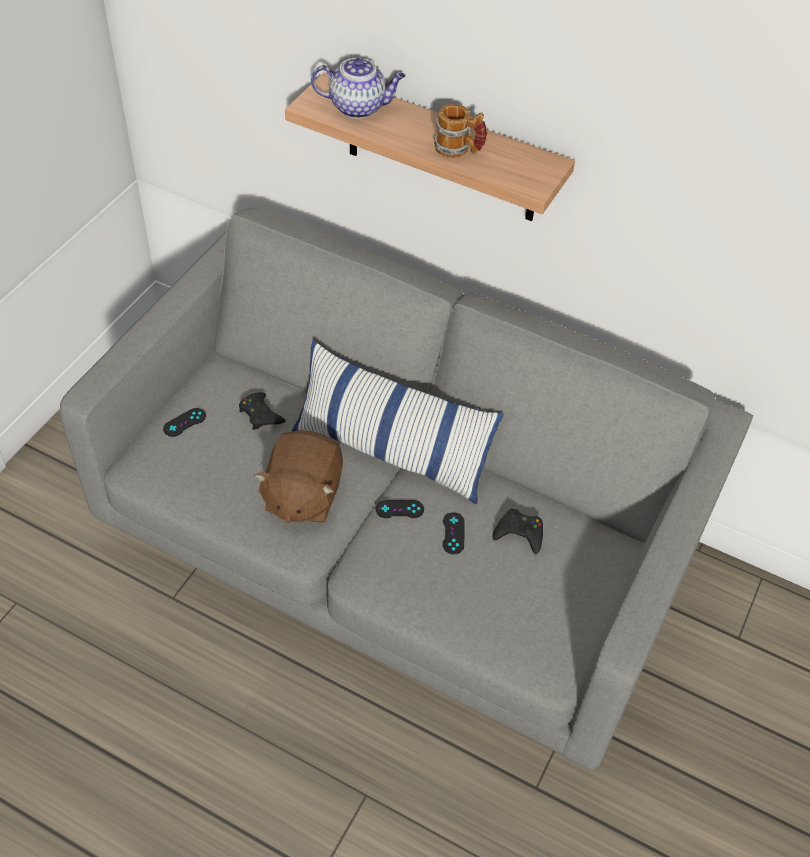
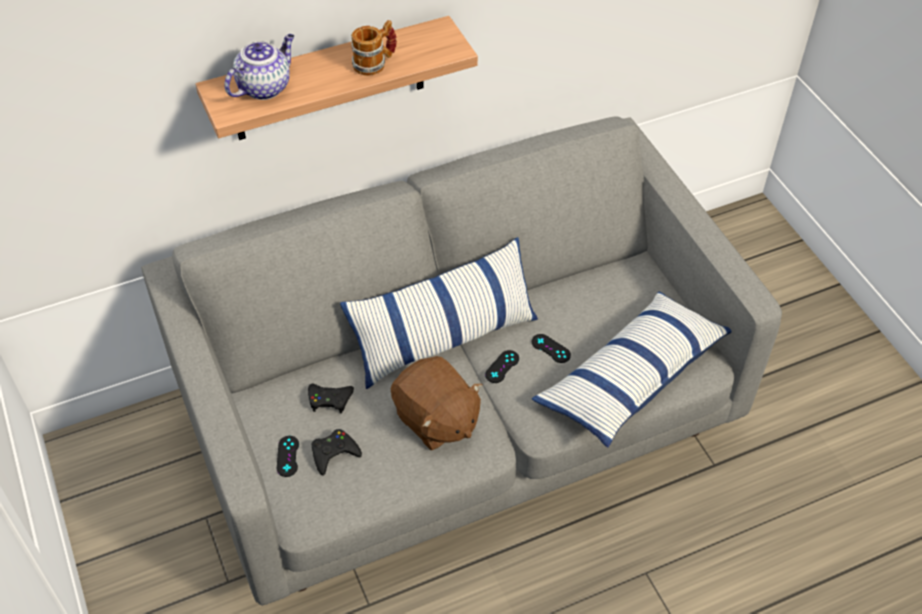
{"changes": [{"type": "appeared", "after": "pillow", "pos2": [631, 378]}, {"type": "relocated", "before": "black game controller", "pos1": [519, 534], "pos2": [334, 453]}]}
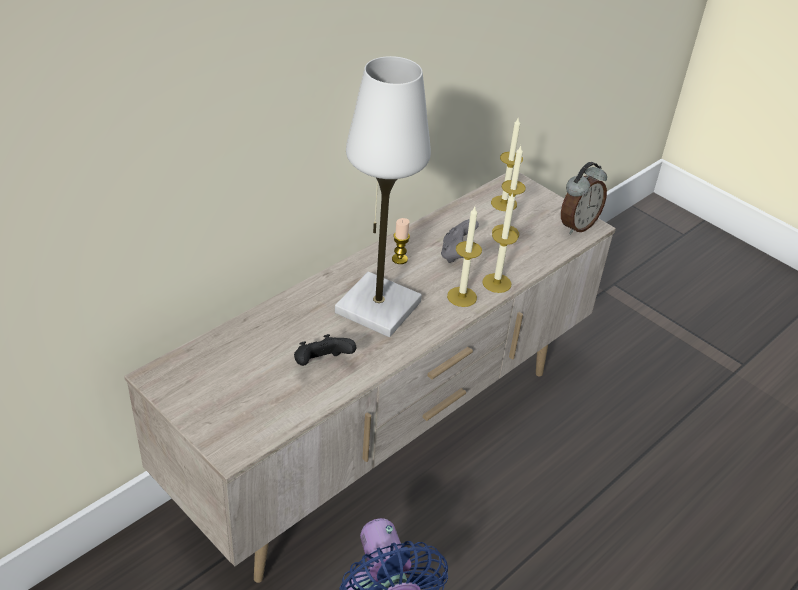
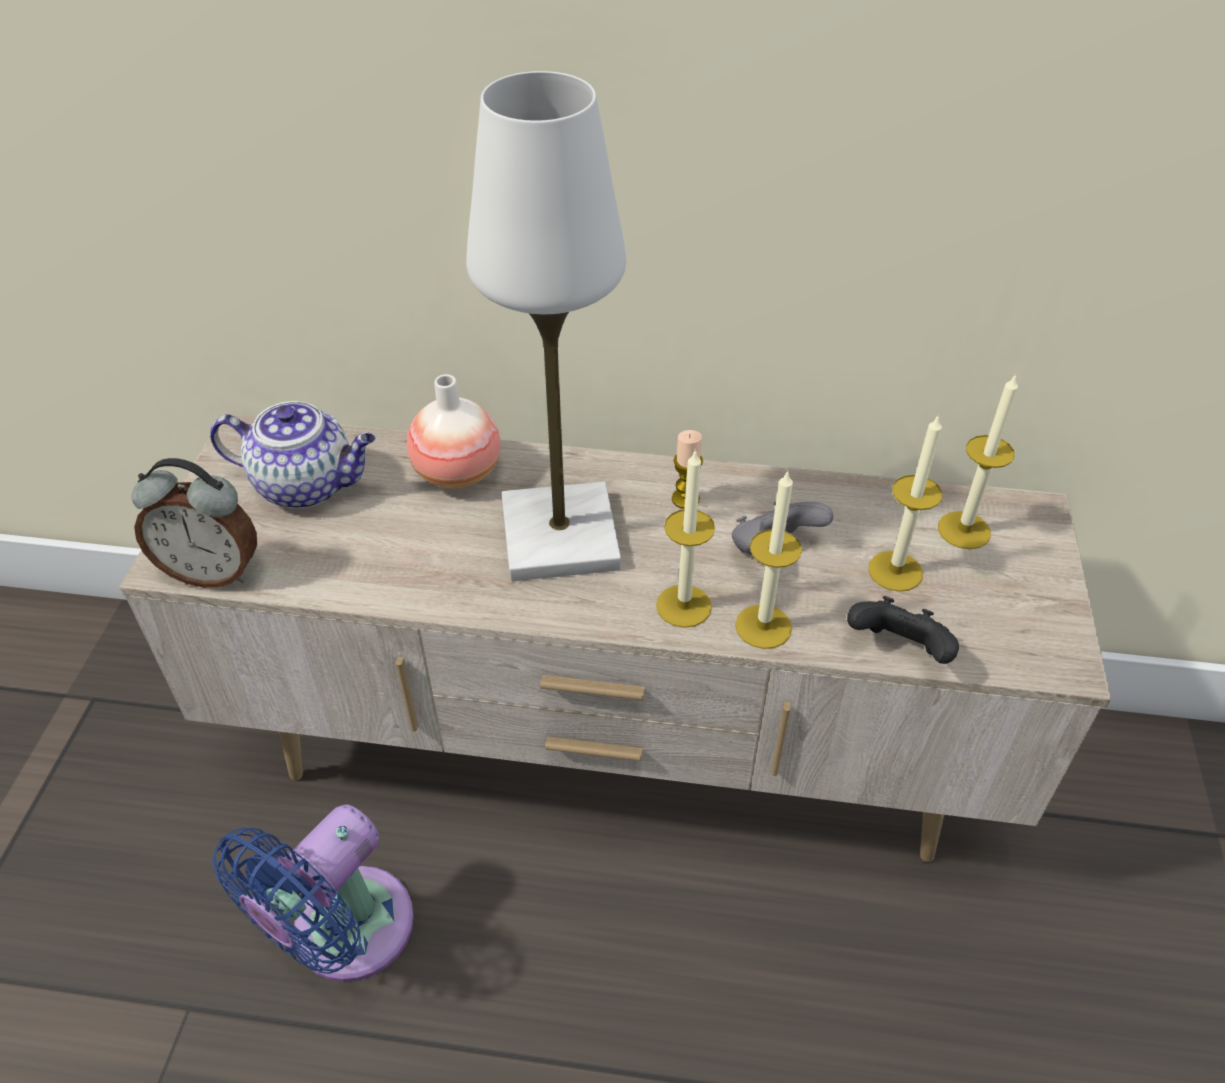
{"changes": [{"type": "appeared", "after": "teapot", "pos2": [308, 485]}, {"type": "appeared", "after": "vase", "pos2": [457, 473]}, {"type": "relocated", "before": "black game controller", "pos1": [322, 364], "pos2": [898, 650]}, {"type": "relocated", "before": "alarm clock", "pos1": [577, 225], "pos2": [213, 571]}]}
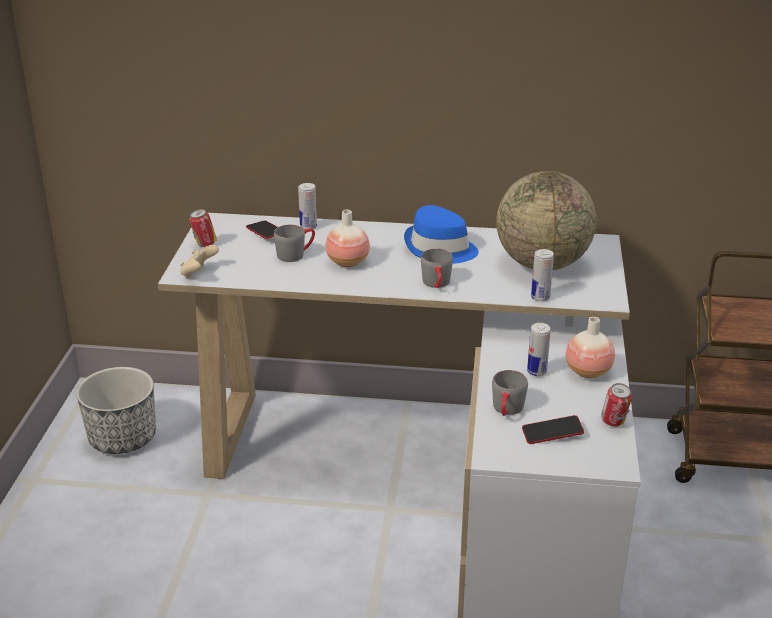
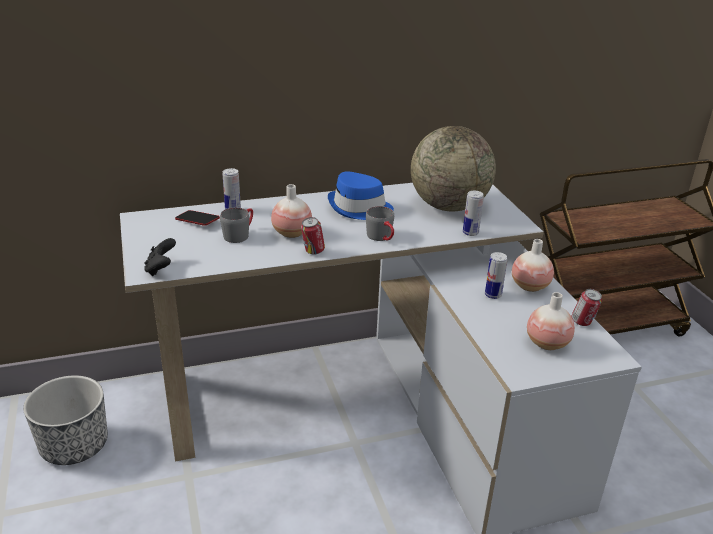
{"changes": [{"type": "missing", "before": "grey mug", "pos1": [507, 410]}, {"type": "relocated", "before": "can", "pos1": [204, 245], "pos2": [313, 252]}, {"type": "exchanged", "before": "phone", "after": "vase", "pos1": [552, 433], "pos2": [547, 343]}, {"type": "colour", "before": "beige game controller", "after": "black game controller", "pos1": [199, 274], "pos2": [161, 269]}]}
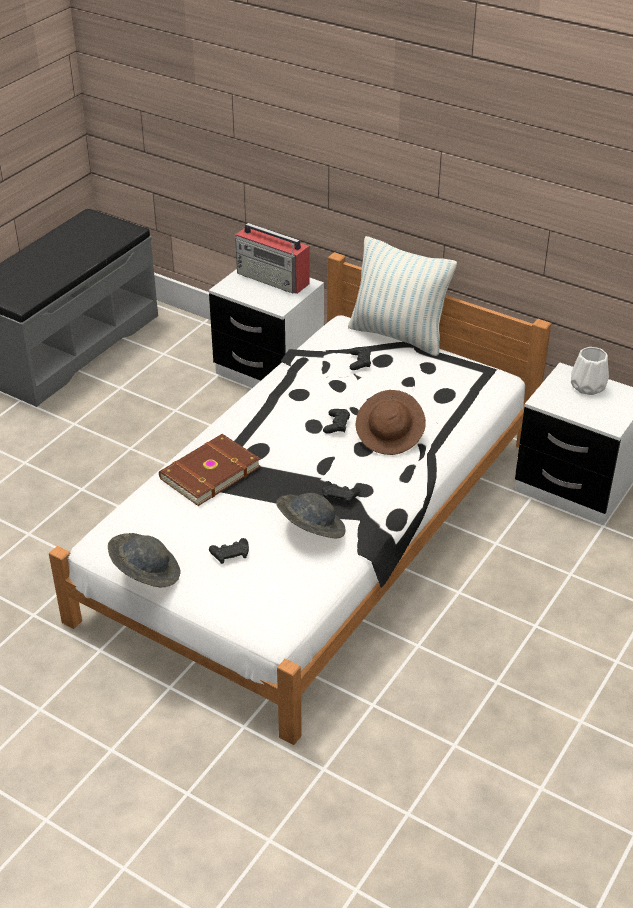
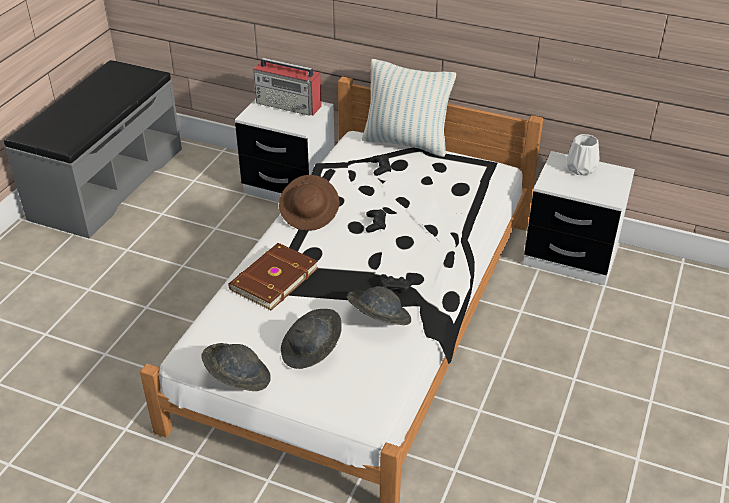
{"changes": [{"type": "relocated", "before": "brown hat", "pos1": [390, 436], "pos2": [310, 214]}, {"type": "exchanged", "before": "black game controller", "after": "grey hat", "pos1": [230, 554], "pos2": [311, 351]}]}
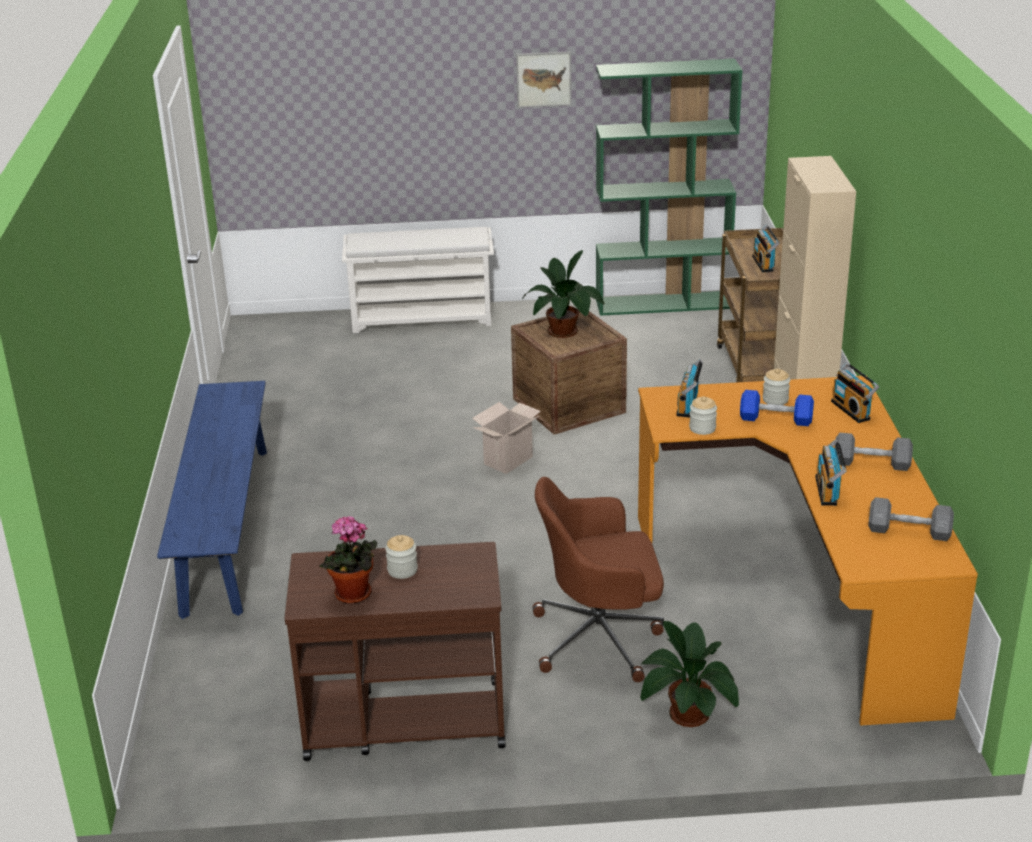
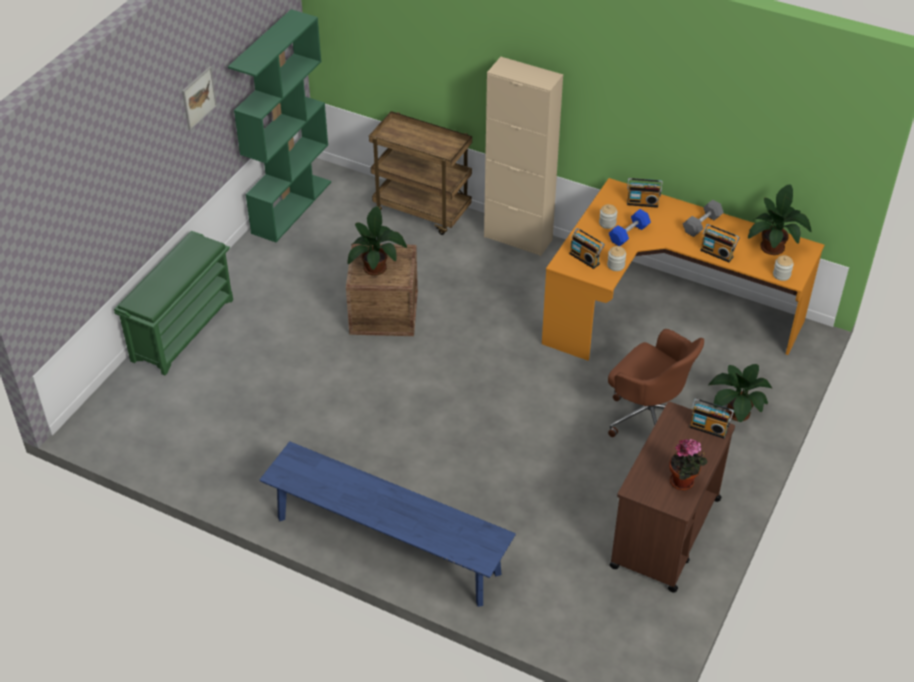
{"changes": [{"type": "missing", "before": "cardboard box", "pos1": [508, 459]}, {"type": "relocated", "before": "jar", "pos1": [402, 570], "pos2": [781, 275]}, {"type": "relocated", "before": "radio", "pos1": [764, 264], "pos2": [708, 428]}, {"type": "exchanged", "before": "grey dumbbell", "after": "potted plant", "pos1": [909, 531], "pos2": [774, 246]}, {"type": "colour", "before": "white shoe rack", "after": "green shoe rack", "pos1": [423, 318], "pos2": [183, 329]}, {"type": "spun", "before": "brown office chair", "pos1": [600, 638], "pos2": [648, 416], "turn": -75}]}
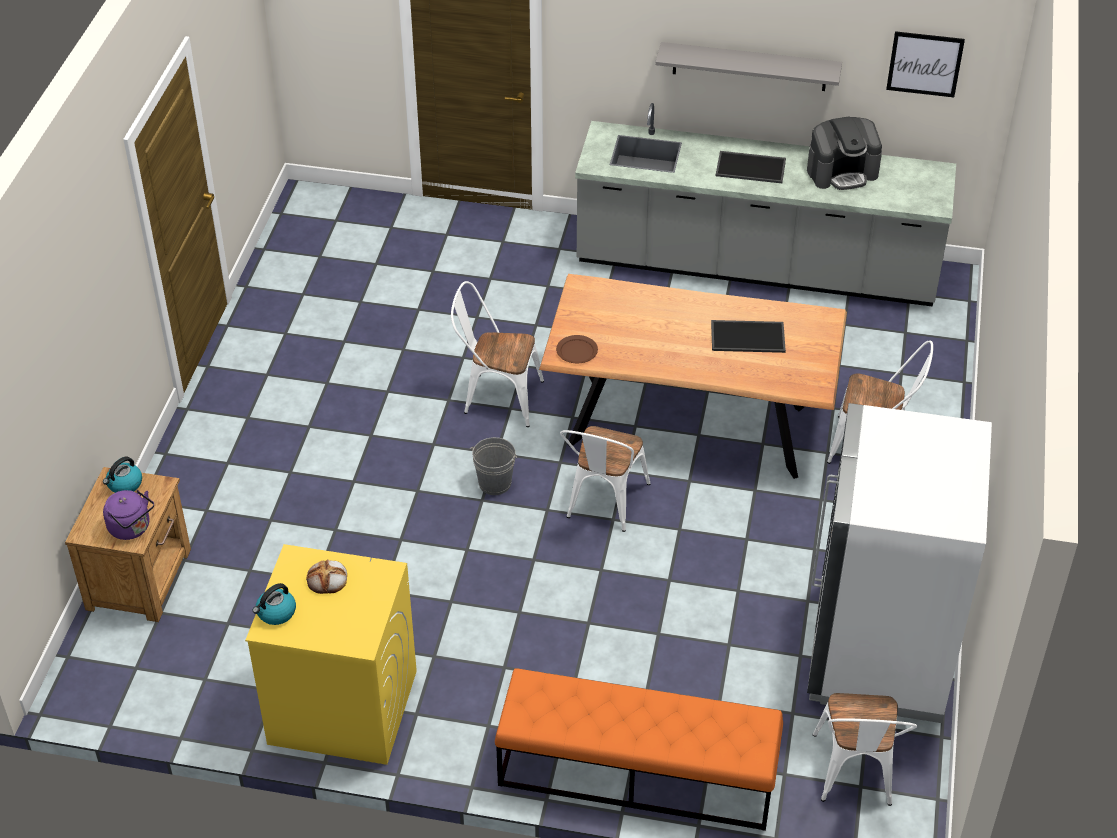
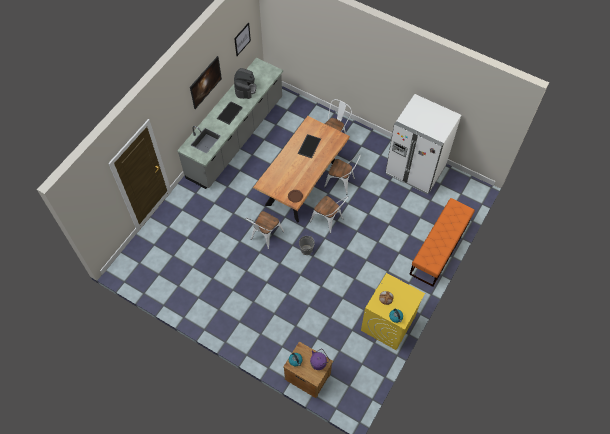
{"changes": [{"type": "relocated", "before": "white chair", "pos1": [854, 776], "pos2": [342, 183]}, {"type": "exchanged", "before": "grey shelf", "after": "picture", "pos1": [749, 66], "pos2": [206, 88]}]}
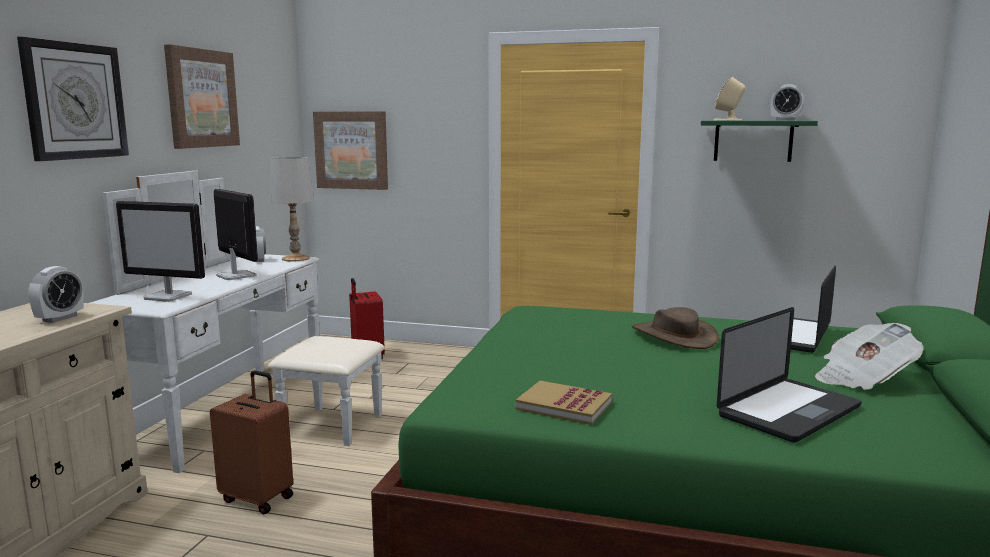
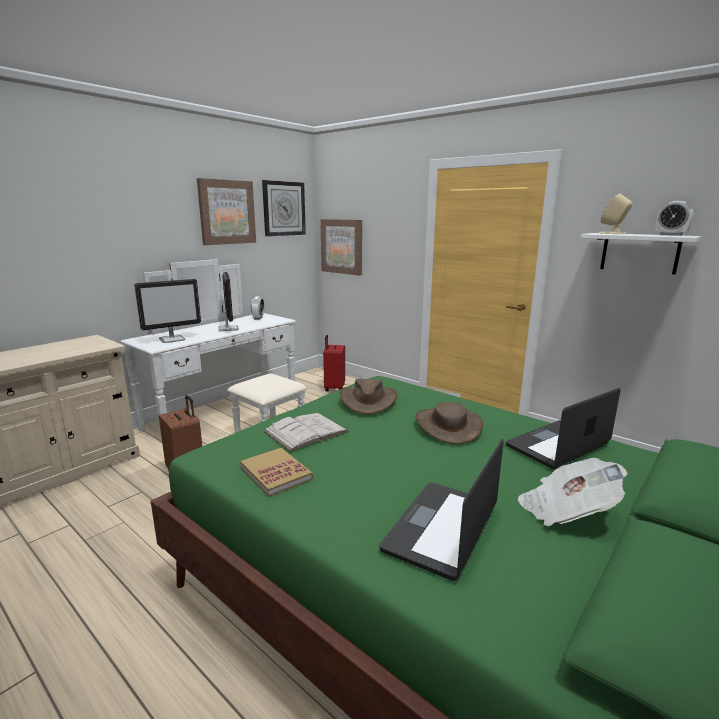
{"changes": [{"type": "missing", "before": "alarm clock", "pos1": [60, 318]}, {"type": "missing", "before": "white table lamp", "pos1": [296, 258]}, {"type": "appeared", "after": "white book", "pos2": [306, 431]}, {"type": "appeared", "after": "brown hat", "pos2": [368, 400]}, {"type": "relocated", "before": "wall clock", "pos1": [75, 101], "pos2": [284, 208]}, {"type": "colour", "before": "green shelf", "after": "white shelf", "pos1": [753, 141], "pos2": [639, 253]}, {"type": "spun", "before": "monitor", "pos1": [169, 297], "pos2": [172, 339], "turn": -75}, {"type": "spun", "before": "laptop", "pos1": [789, 411], "pos2": [441, 528], "turn": 135}]}
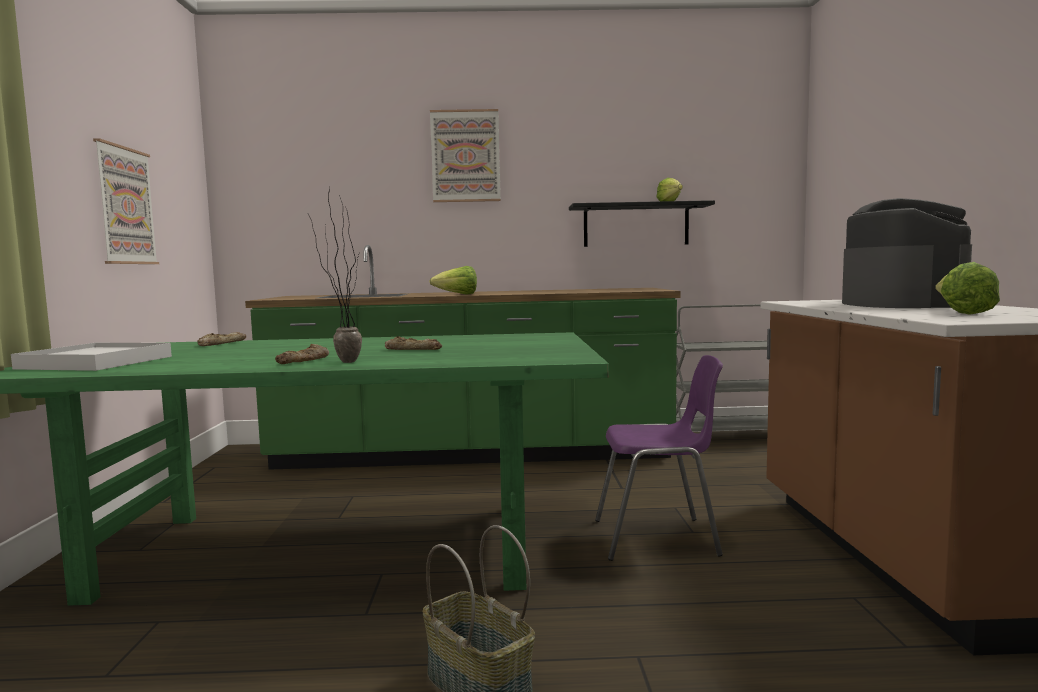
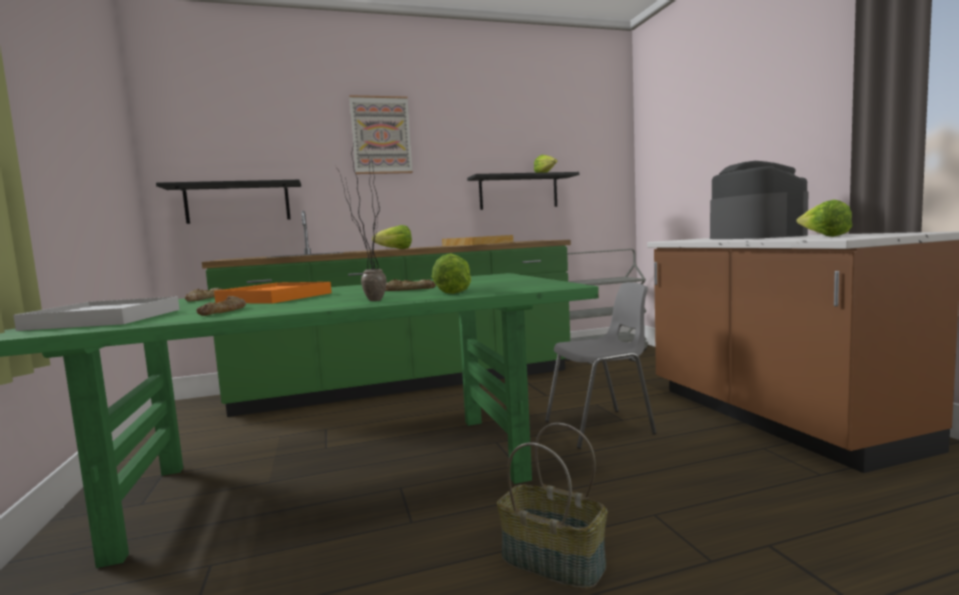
{"changes": [{"type": "missing", "before": "picture", "pos1": [125, 206]}, {"type": "appeared", "after": "black shelf", "pos2": [238, 203]}, {"type": "appeared", "after": "orange tray", "pos2": [275, 298]}, {"type": "appeared", "after": "lettuce", "pos2": [454, 292]}, {"type": "appeared", "after": "beige tray", "pos2": [477, 244]}, {"type": "relocated", "before": "bread", "pos1": [305, 360], "pos2": [224, 312]}, {"type": "colour", "before": "purple chair", "after": "grey chair", "pos1": [658, 538], "pos2": [601, 427]}]}
